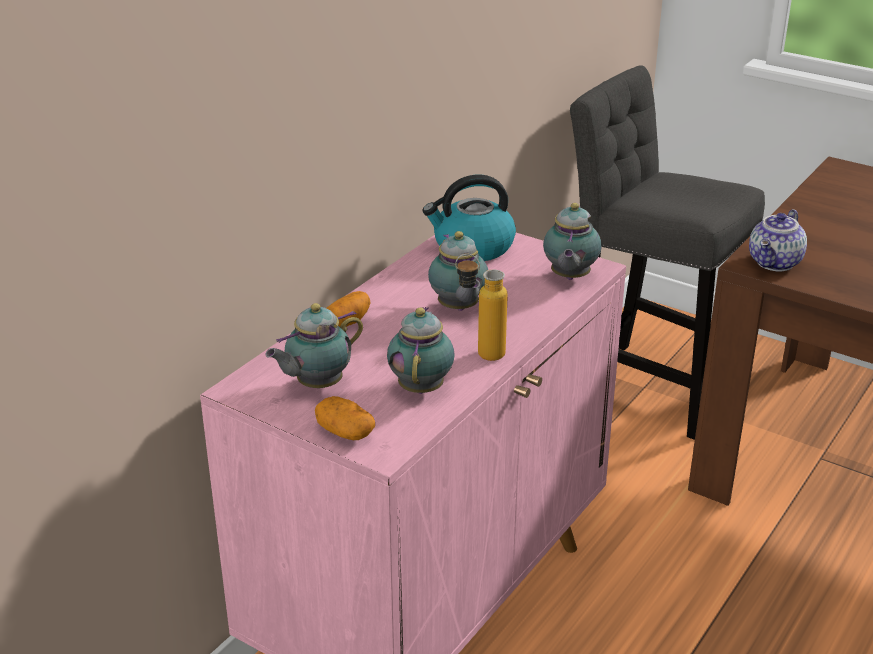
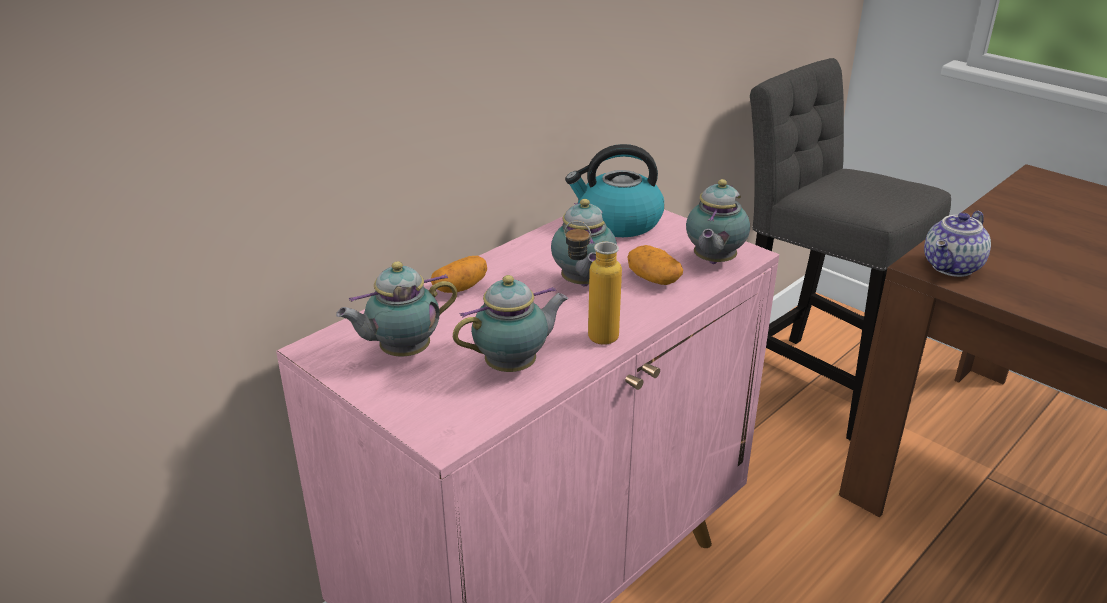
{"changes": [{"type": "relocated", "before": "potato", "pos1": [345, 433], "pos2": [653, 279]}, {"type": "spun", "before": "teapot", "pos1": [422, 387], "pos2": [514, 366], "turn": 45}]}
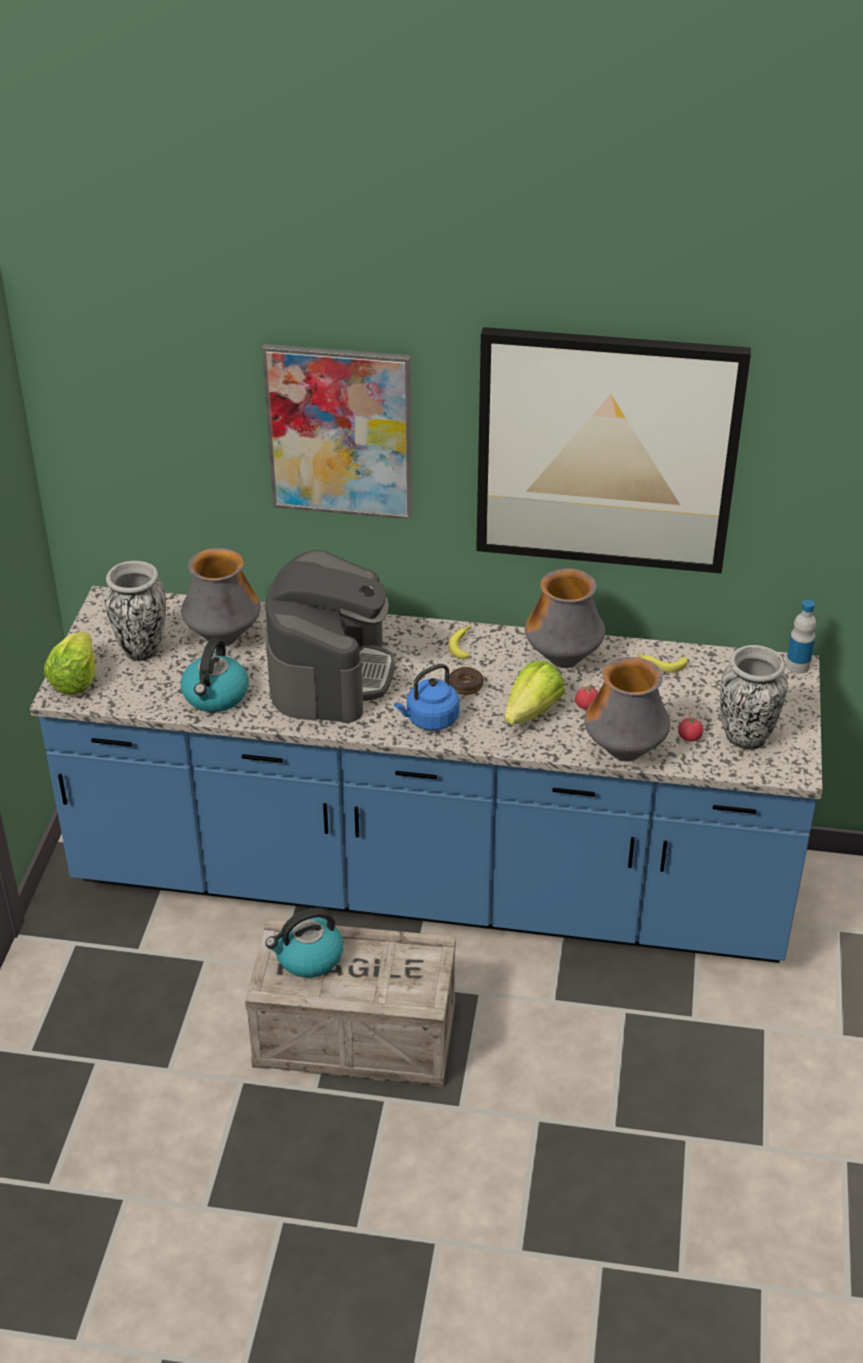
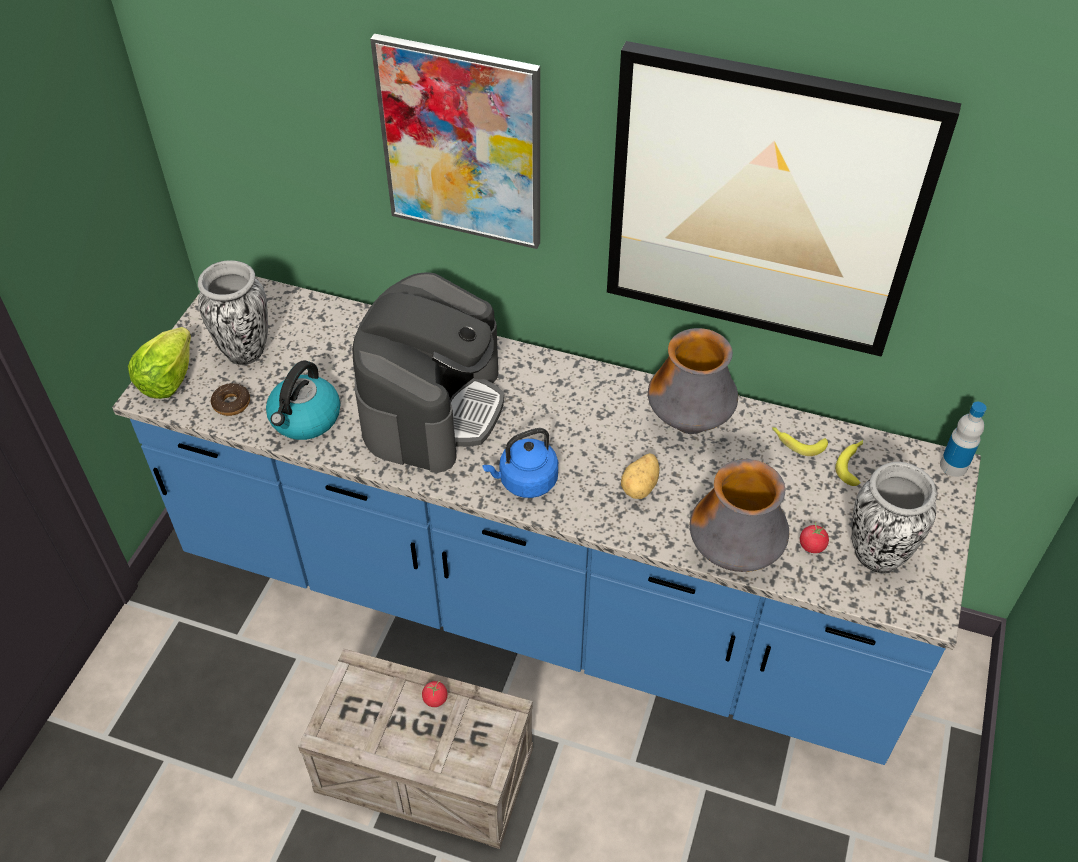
{"changes": [{"type": "missing", "before": "vase", "pos1": [223, 638]}, {"type": "missing", "before": "kettle", "pos1": [308, 958]}, {"type": "relocated", "before": "banana", "pos1": [463, 644], "pos2": [852, 464]}, {"type": "relocated", "before": "donut", "pos1": [465, 685], "pos2": [231, 403]}, {"type": "relocated", "before": "tomato", "pos1": [586, 706], "pos2": [435, 699]}, {"type": "exchanged", "before": "lettuce", "after": "potato", "pos1": [532, 712], "pos2": [641, 487]}]}
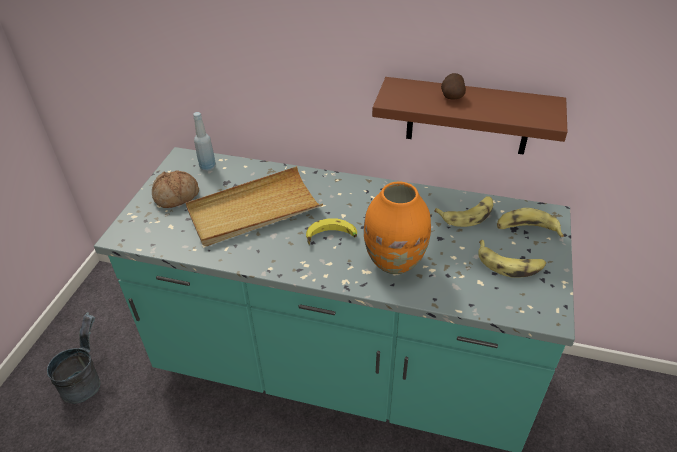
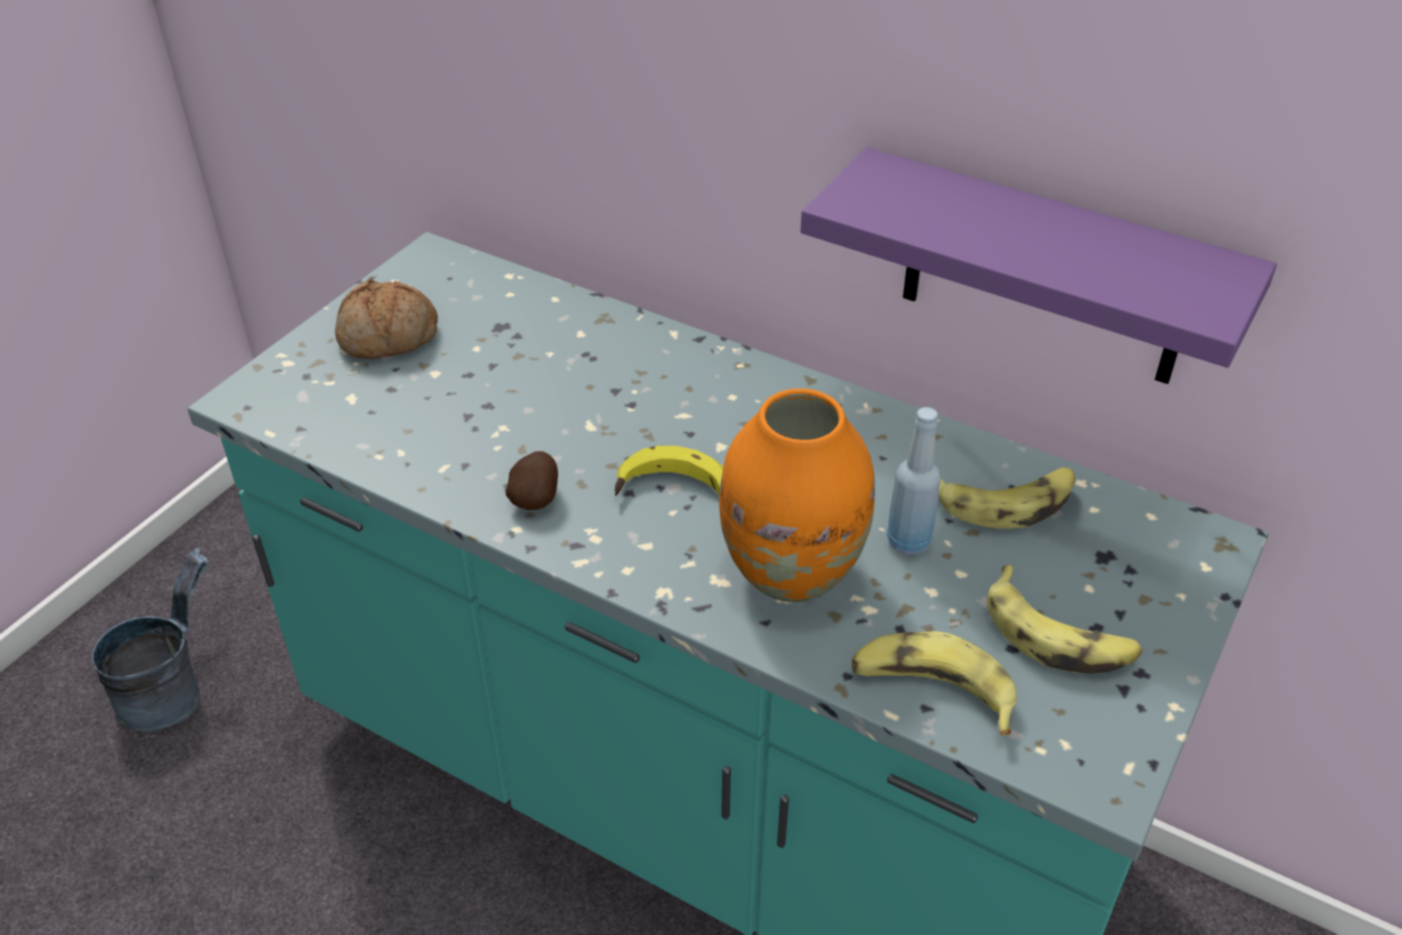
{"changes": [{"type": "missing", "before": "beige tray", "pos1": [253, 210]}, {"type": "relocated", "before": "blue bottle", "pos1": [207, 167], "pos2": [908, 542]}, {"type": "relocated", "before": "potato", "pos1": [451, 96], "pos2": [536, 497]}, {"type": "relocated", "before": "banana", "pos1": [526, 229], "pos2": [932, 690]}, {"type": "colour", "before": "brown shelf", "after": "purple shelf", "pos1": [468, 117], "pos2": [1045, 271]}]}
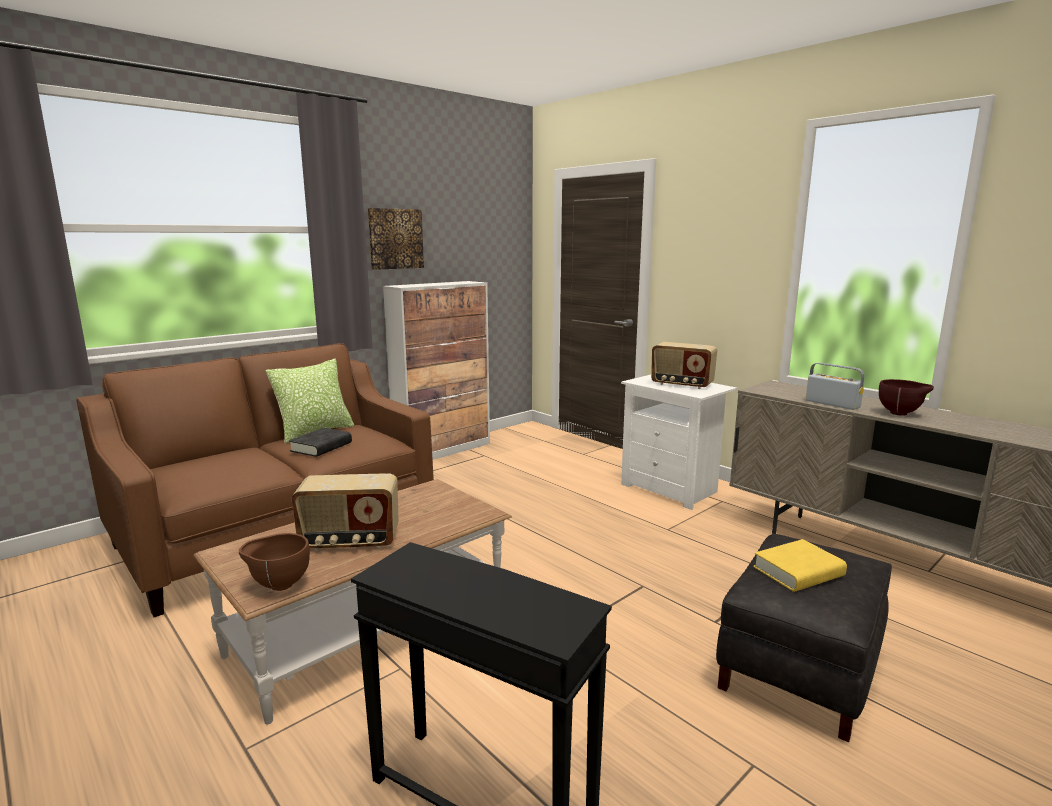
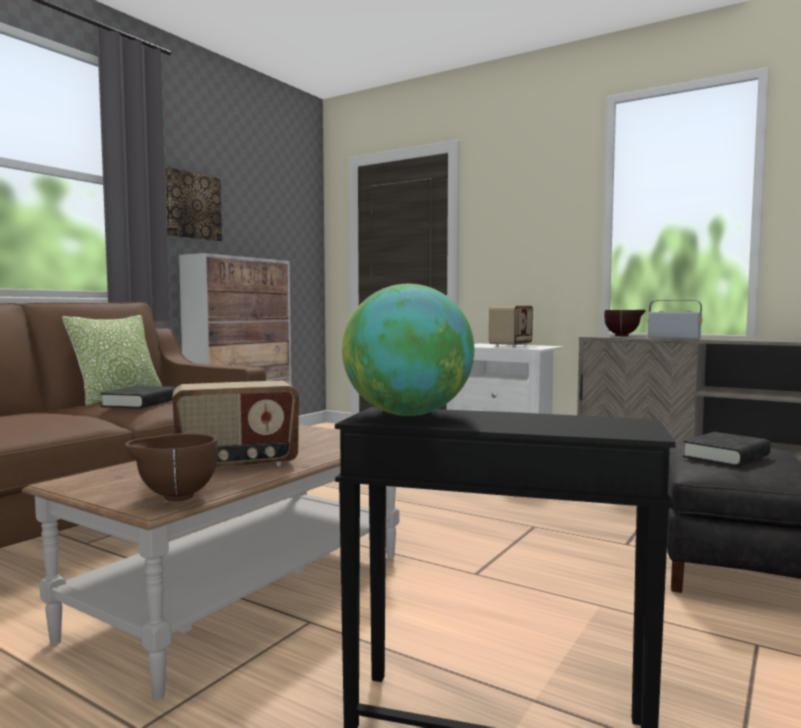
{"changes": [{"type": "appeared", "after": "globe", "pos2": [407, 415]}, {"type": "relocated", "before": "brown bowl", "pos1": [901, 414], "pos2": [624, 336]}, {"type": "colour", "before": "yellow book", "after": "black book", "pos1": [798, 572], "pos2": [726, 456]}, {"type": "spun", "before": "radio", "pos1": [681, 384], "pos2": [511, 346], "turn": -75}]}
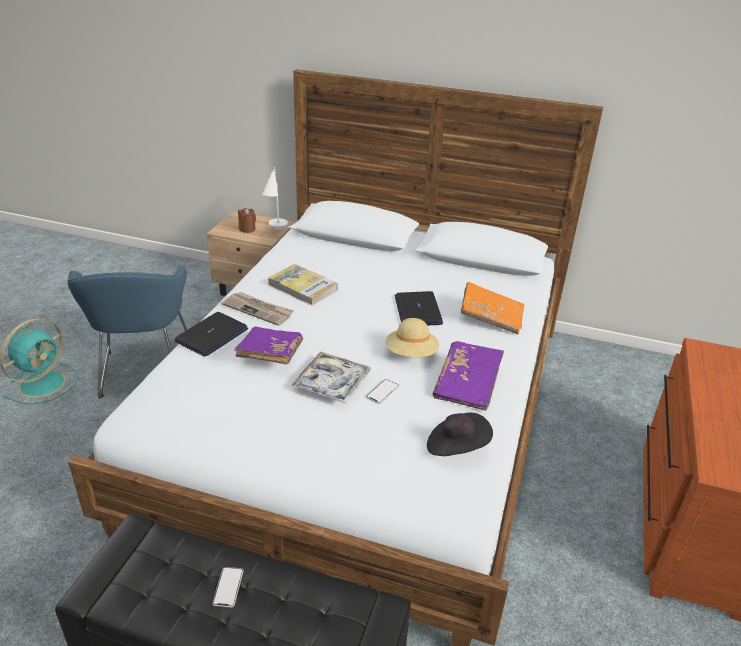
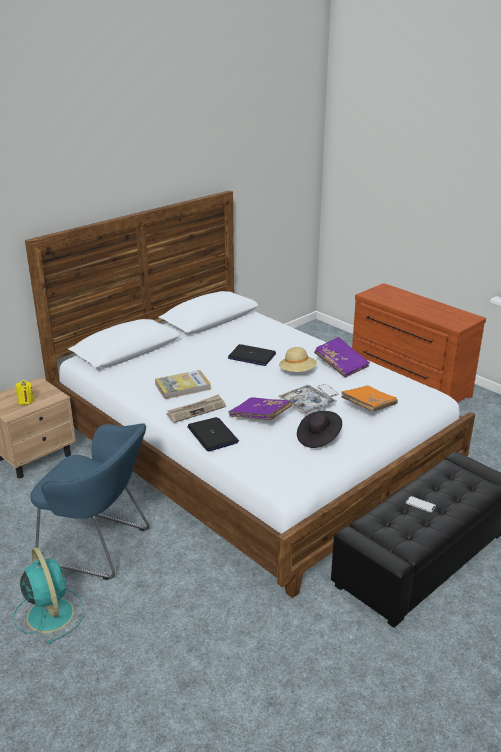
{"changes": [{"type": "missing", "before": "white table lamp", "pos1": [275, 229]}, {"type": "relocated", "before": "black hat", "pos1": [456, 447], "pos2": [318, 438]}, {"type": "relocated", "before": "orange book", "pos1": [490, 318], "pos2": [368, 406]}, {"type": "colour", "before": "brown candle", "after": "yellow candle", "pos1": [247, 229], "pos2": [26, 401]}]}
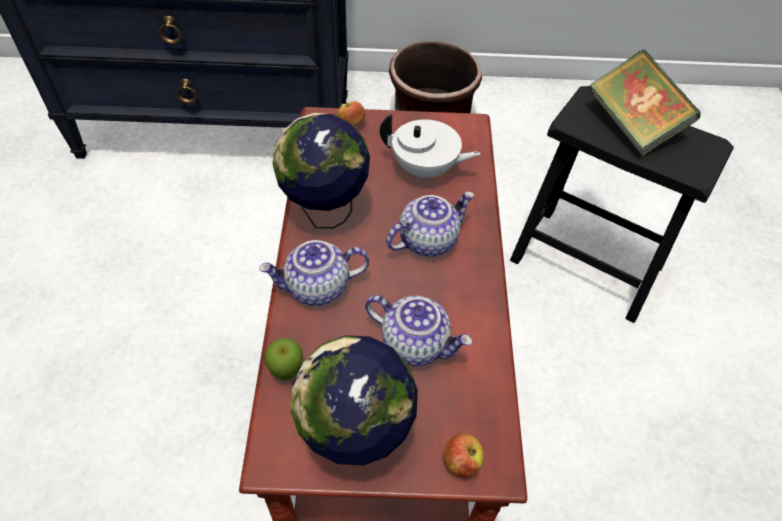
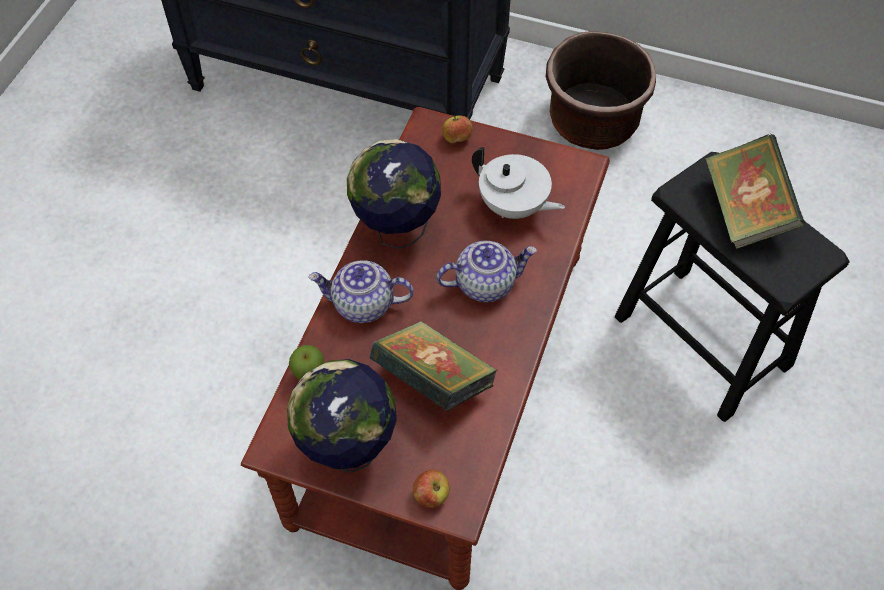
{"changes": [{"type": "exchanged", "before": "teapot", "after": "book", "pos1": [415, 343], "pos2": [433, 381]}]}
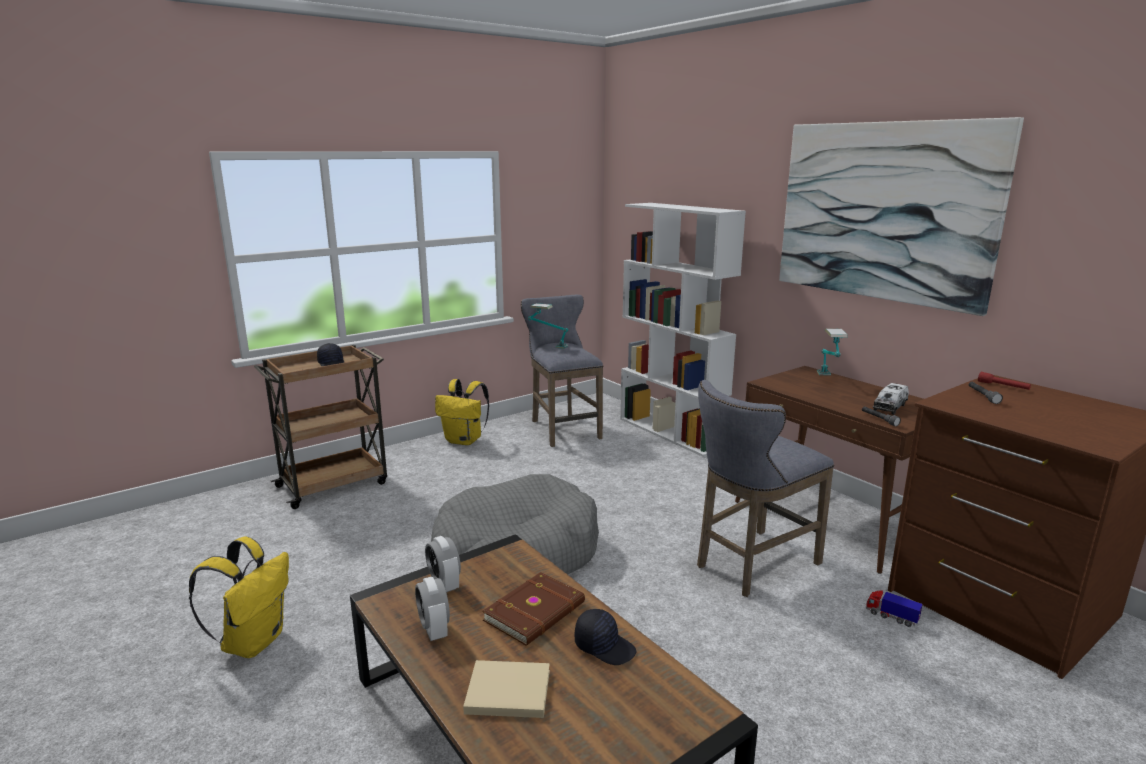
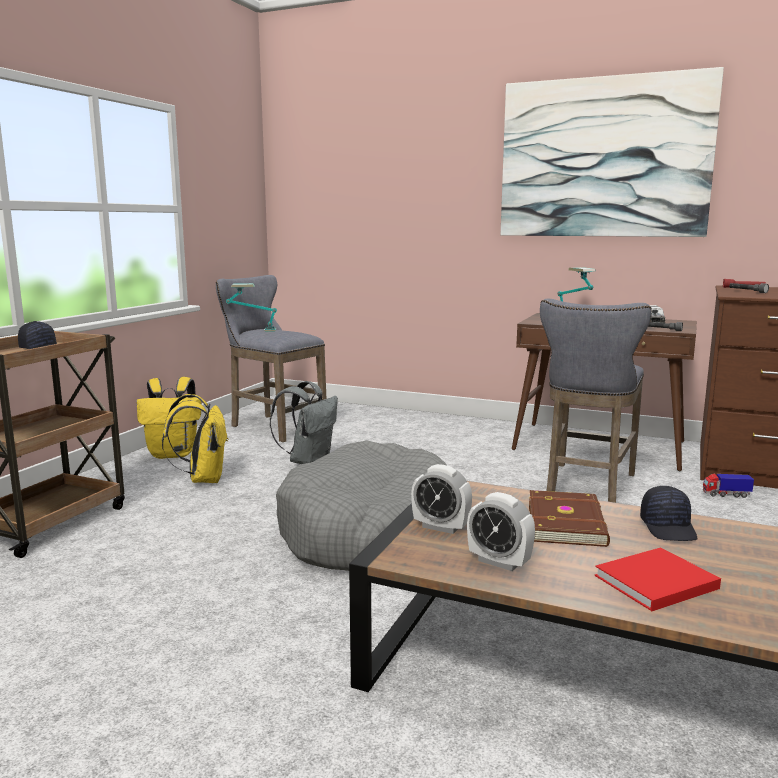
{"changes": [{"type": "missing", "before": "white bookcase", "pos1": [672, 433]}, {"type": "appeared", "after": "grey backpack", "pos2": [309, 461]}, {"type": "relocated", "before": "yellow backpack", "pos1": [253, 641], "pos2": [203, 479]}, {"type": "colour", "before": "beige book", "after": "red book", "pos1": [505, 691], "pos2": [653, 583]}, {"type": "spun", "before": "black cap", "pos1": [604, 646], "pos2": [669, 528], "turn": 90}]}
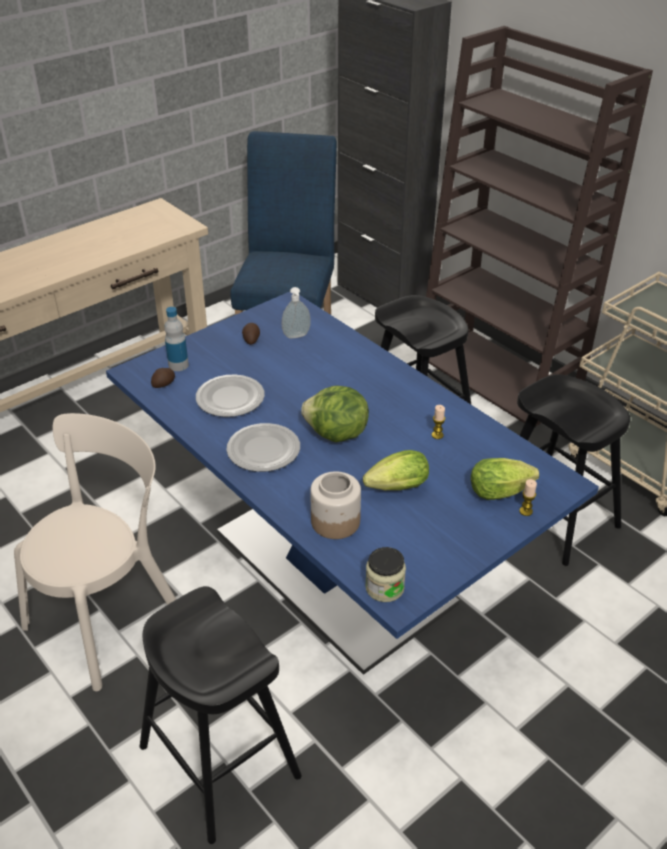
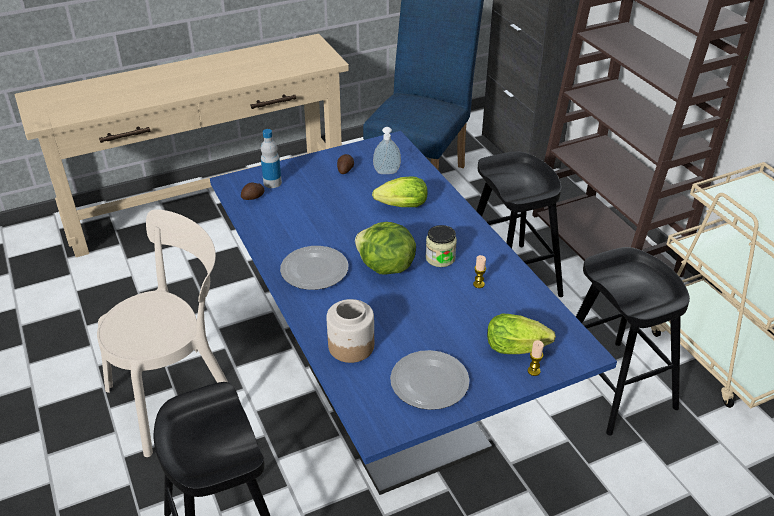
{"changes": [{"type": "relocated", "before": "plate", "pos1": [229, 398], "pos2": [428, 381]}, {"type": "relocated", "before": "lettuce", "pos1": [394, 488], "pos2": [399, 206]}, {"type": "relocated", "before": "jar", "pos1": [384, 587], "pos2": [440, 258]}]}
